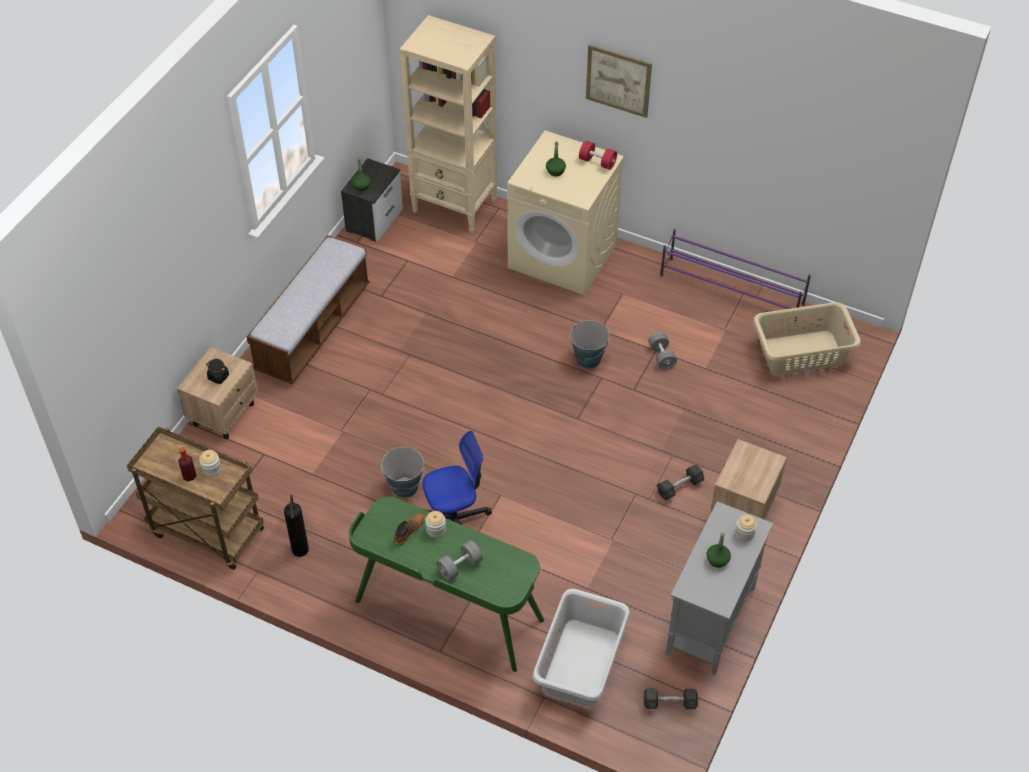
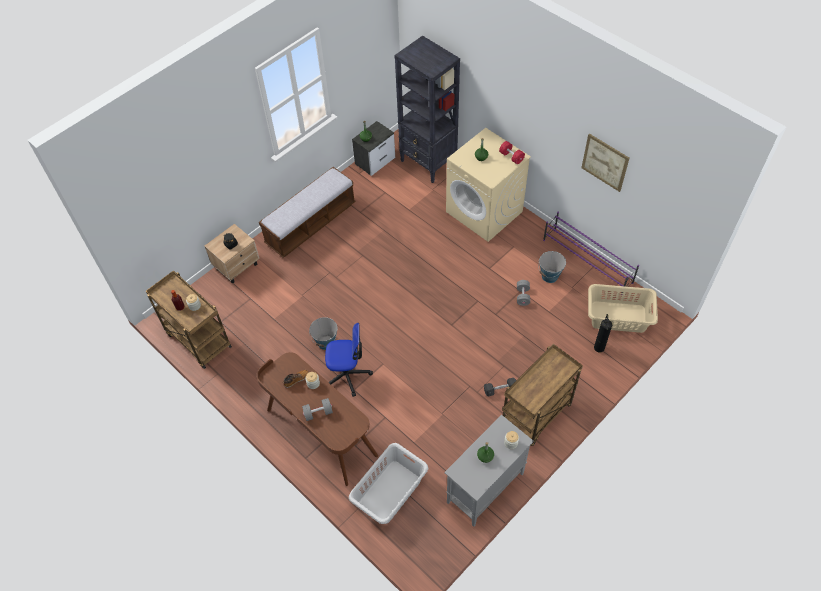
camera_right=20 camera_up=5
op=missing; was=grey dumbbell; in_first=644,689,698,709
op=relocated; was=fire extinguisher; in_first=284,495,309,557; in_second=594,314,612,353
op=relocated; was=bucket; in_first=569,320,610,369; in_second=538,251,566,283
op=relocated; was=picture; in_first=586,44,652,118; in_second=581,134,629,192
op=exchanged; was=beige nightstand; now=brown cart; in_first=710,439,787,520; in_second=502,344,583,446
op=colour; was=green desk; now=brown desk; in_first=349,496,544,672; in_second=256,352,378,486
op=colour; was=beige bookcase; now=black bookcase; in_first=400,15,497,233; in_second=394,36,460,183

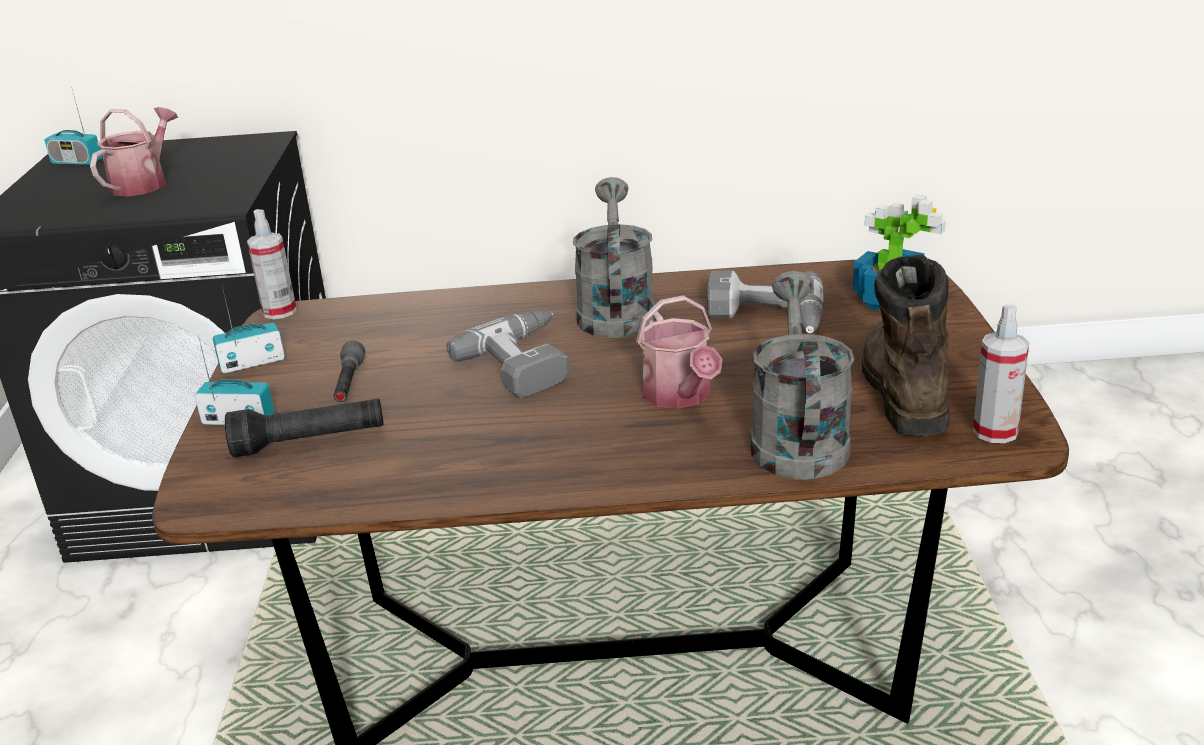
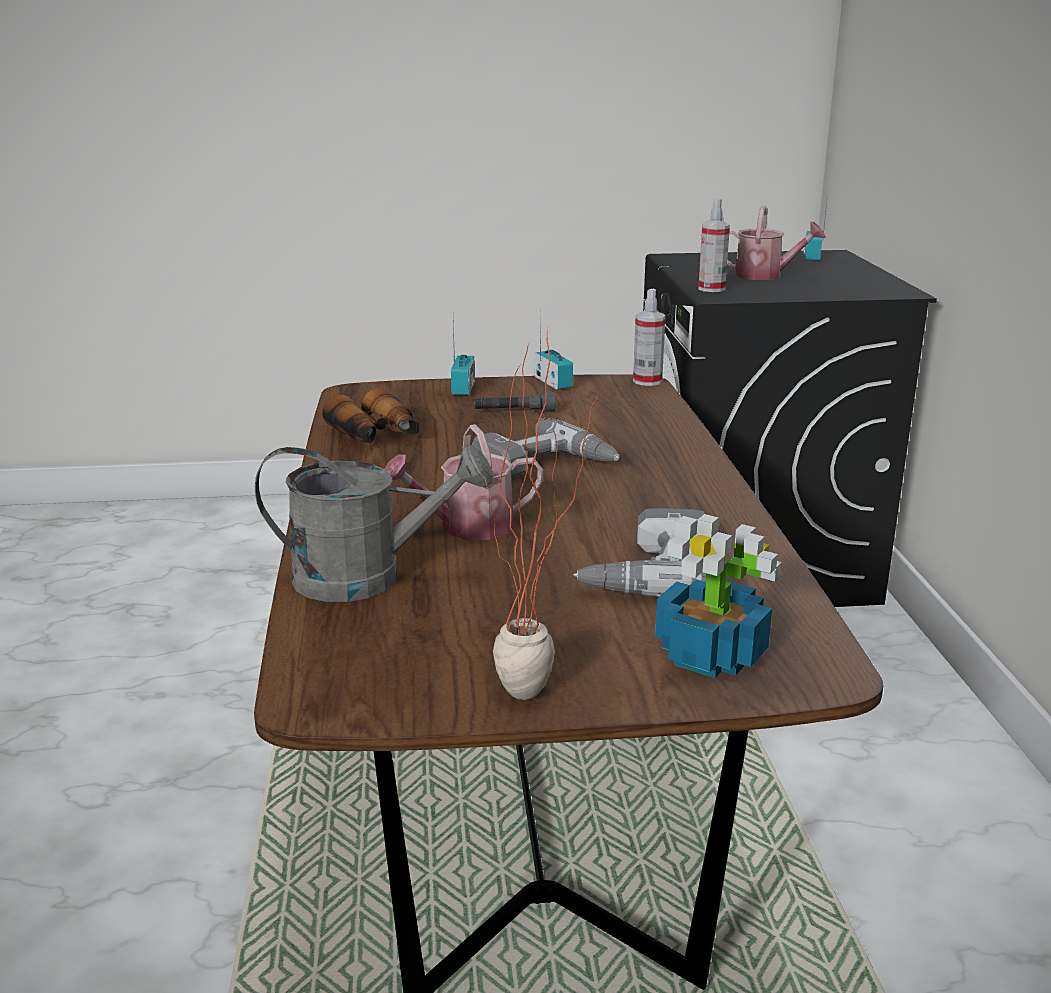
camera_right=85 camera_up=-5
op=missing; was=black flashlight; in_first=225,399,383,457
op=missing; was=grey watering can; in_first=573,177,655,338
op=missing; was=brown boot; in_first=862,255,949,436
op=appeared; now=binoculars; in_second=322,388,419,443
op=appeared; now=potted plant; in_second=485,328,600,700
op=relocated; was=spray bottle; in_first=973,303,1029,443; in_second=698,198,730,292

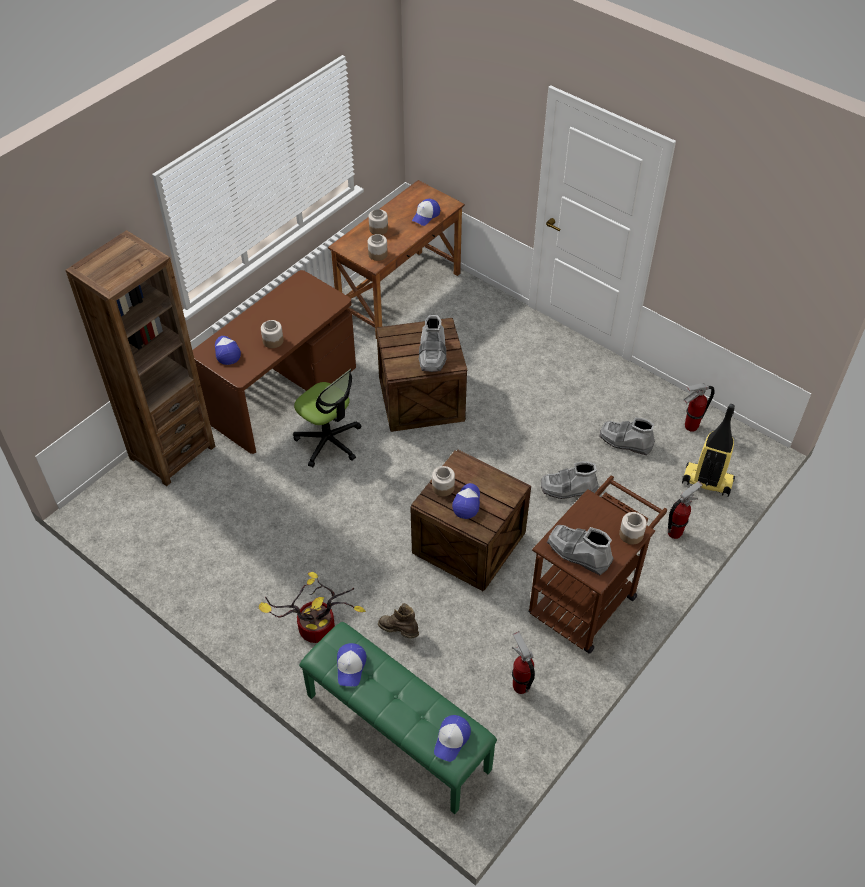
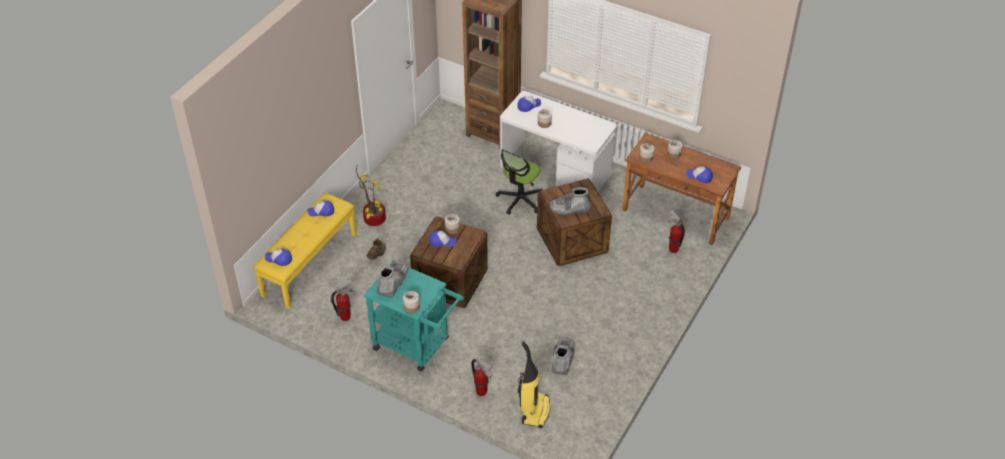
camera_right=80 camera_up=-5
op=missing; was=grey boot; in_first=541,461,598,499
op=relocated; was=fire extinguisher; in_first=684,383,715,432; in_second=668,209,685,253
op=colour; was=brown desk; now=white desk; in_first=192,270,356,454; in_second=500,91,617,192
op=colour; was=green bench; now=yellow bench; in_first=299,622,497,814; in_second=253,194,357,309
op=colour; was=brown cart; now=turquoise cart; in_first=529,475,667,654; in_second=364,261,464,372

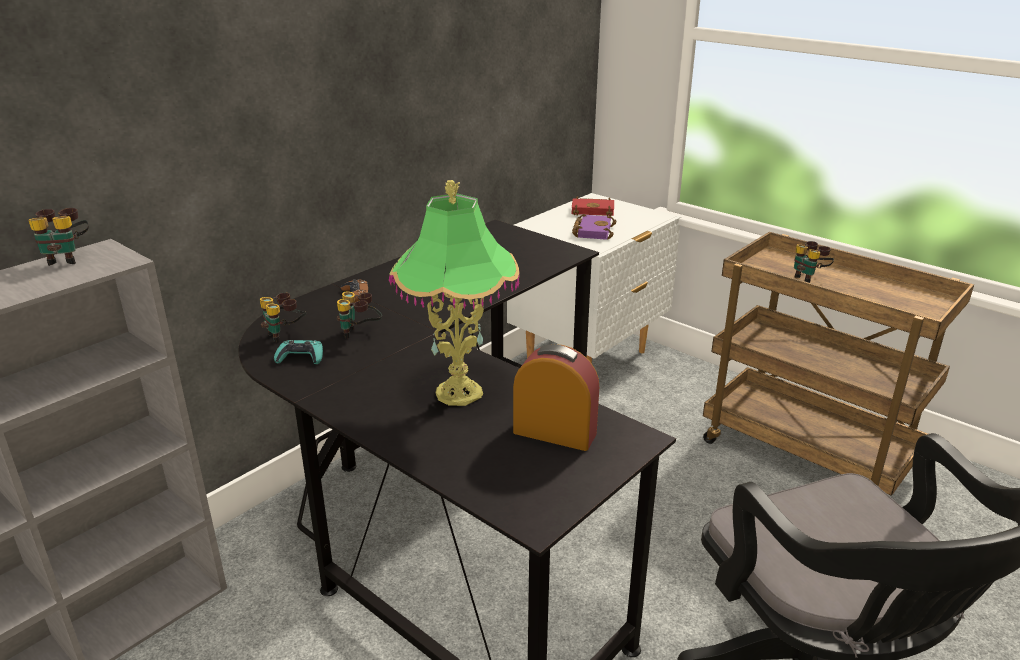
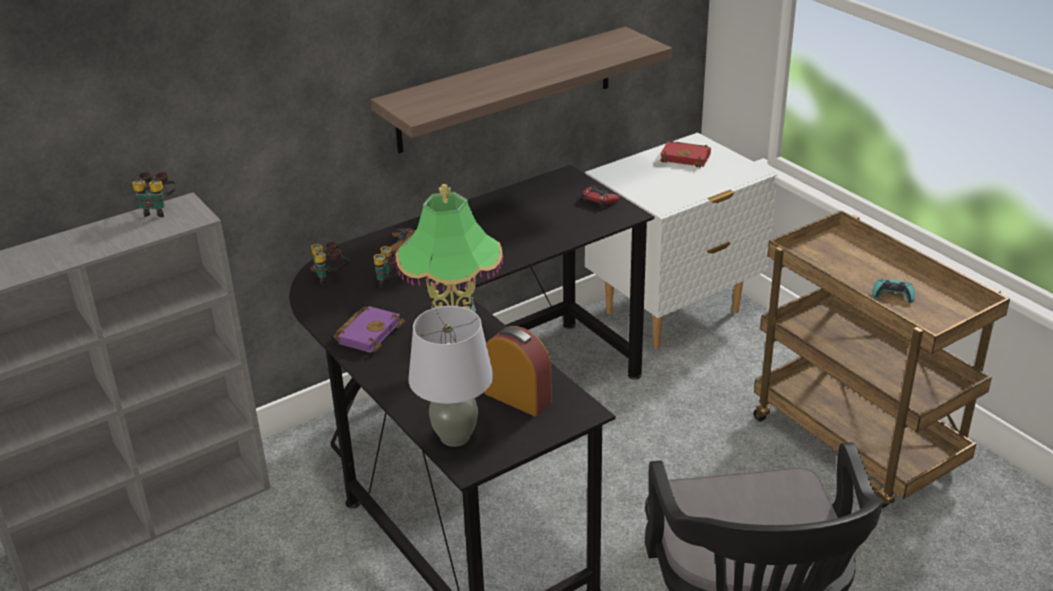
camera_right=15 camera_up=5
op=missing; was=binoculars; in_first=794,241,834,283
op=appeared; now=shelf; in_second=371,27,672,153
op=appeared; now=grey table lamp; in_second=408,306,493,447
op=appeared; now=red game controller; in_second=582,187,620,208
op=relocated; was=turquoise game controller; in_first=274,340,323,364; in_second=872,279,915,303
op=relocated; was=purple book; in_first=572,214,617,240; in_second=333,306,405,353

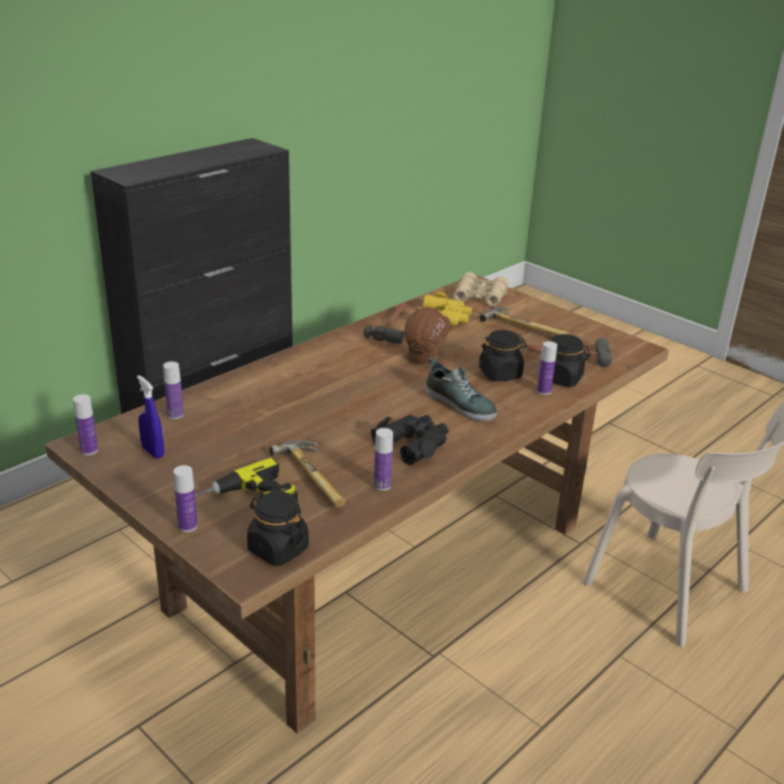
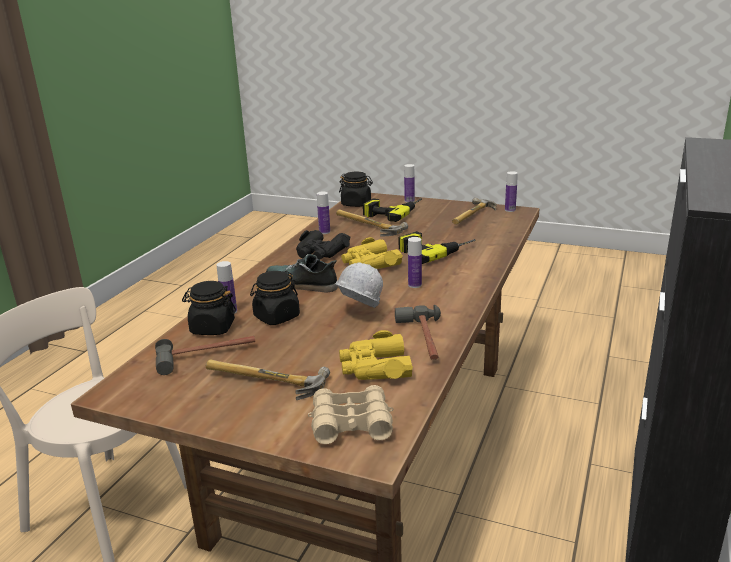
camera_right=160 camera_up=-5
op=appeared; now=yellow binoculars; in_second=341,237,403,269
op=appeared; now=power drill; in_second=398,231,475,264
op=relocated; was=bottle; in_first=163,361,184,419; in_second=408,237,422,288
op=exchanged; was=blue spray bottle; now=hammer; in_first=137,375,164,459; in_second=452,197,497,225
op=colour; was=brown hard hat; now=white hard hat; in_first=404,307,451,364; in_second=334,262,383,308

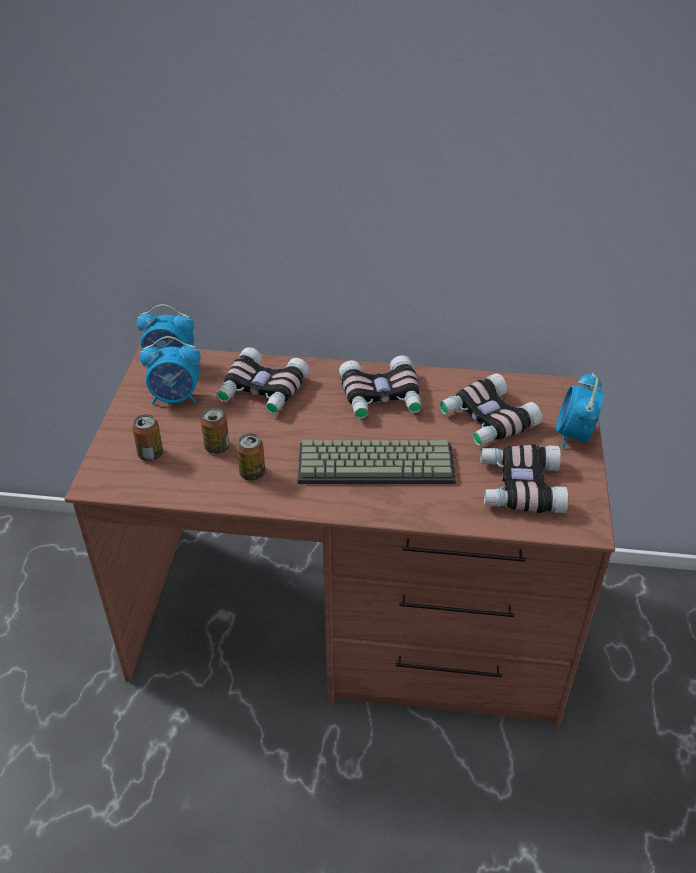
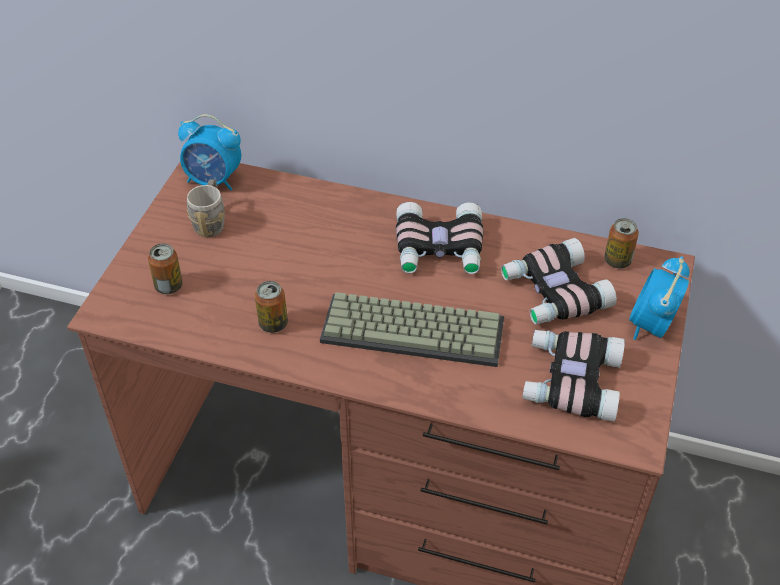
camera_right=10 camera_up=5
op=missing; was=binoculars; in_first=216,347,309,414
op=relocated; was=can; in_first=201,408,230,454; in_second=604,218,639,268
op=exchanged; was=alarm clock; now=grey mug; in_first=140,336,201,405; in_second=186,179,225,237

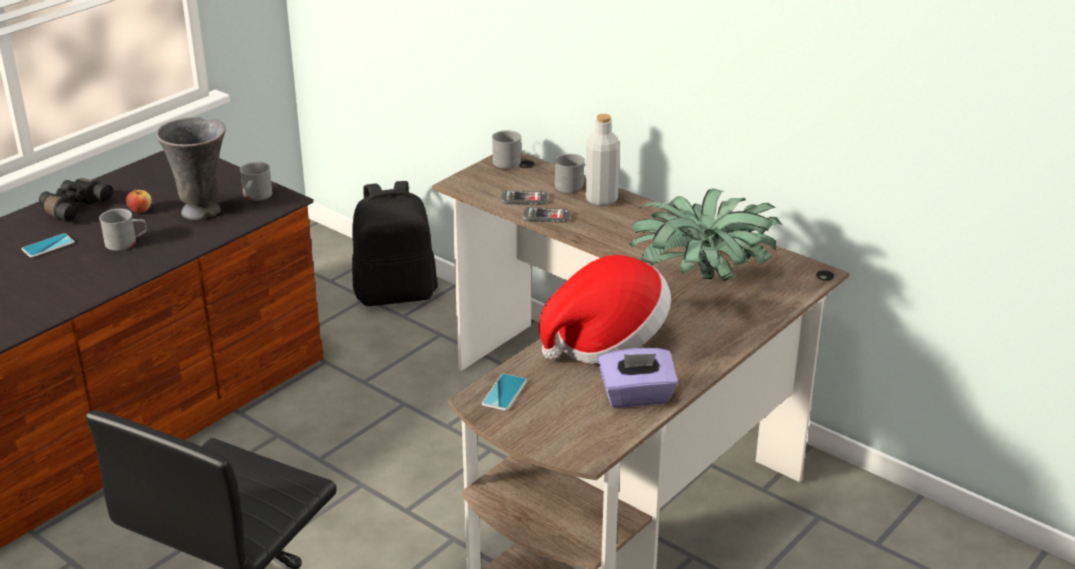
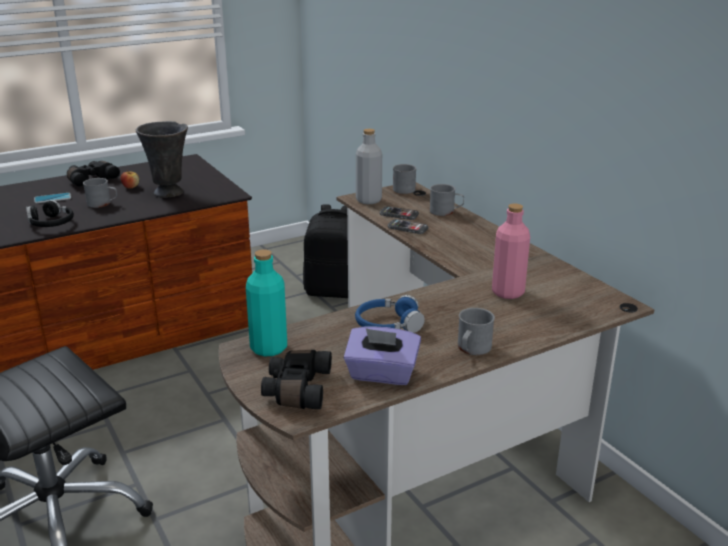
camera_right=20 camera_up=-5
op=appeared; now=black headphones; in_second=26,200,74,227
op=appeared; now=black binoculars; in_second=261,350,332,409
op=relocated; was=grey mug; in_first=240,162,272,201; in_second=458,308,495,355
op=relocated; was=grey bottle; in_first=585,114,620,206; in_second=356,129,382,204
op=exchanged; was=phone; now=turquoise bottle; in_first=482,374,527,411; in_second=246,249,287,356
op=exchanged; was=hat; now=blue headphones; in_first=539,255,671,364; in_second=355,295,425,333
op=exchanged; was=potted plant; now=pink bottle; in_first=629,188,782,281; in_second=492,204,530,299

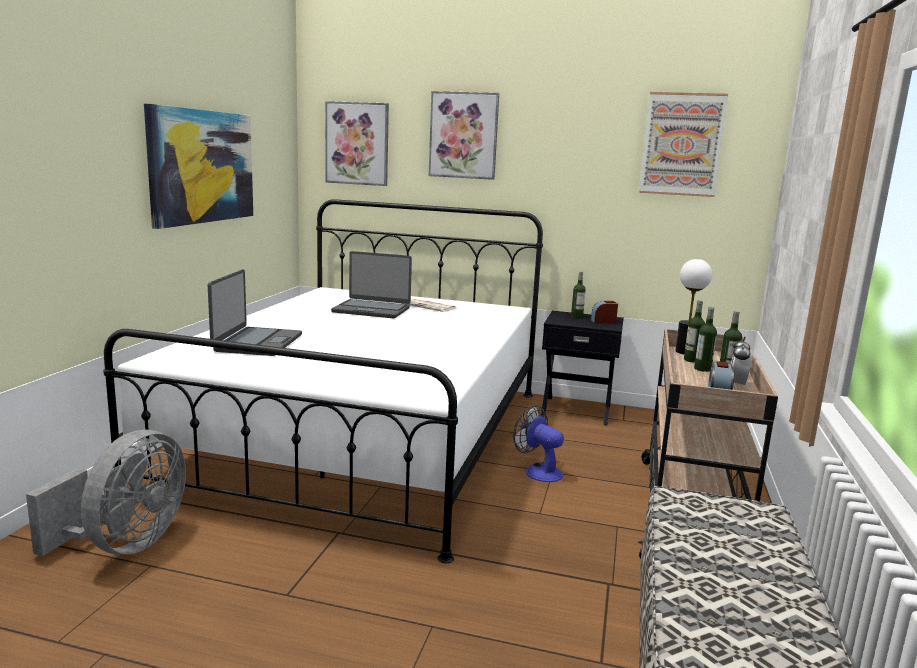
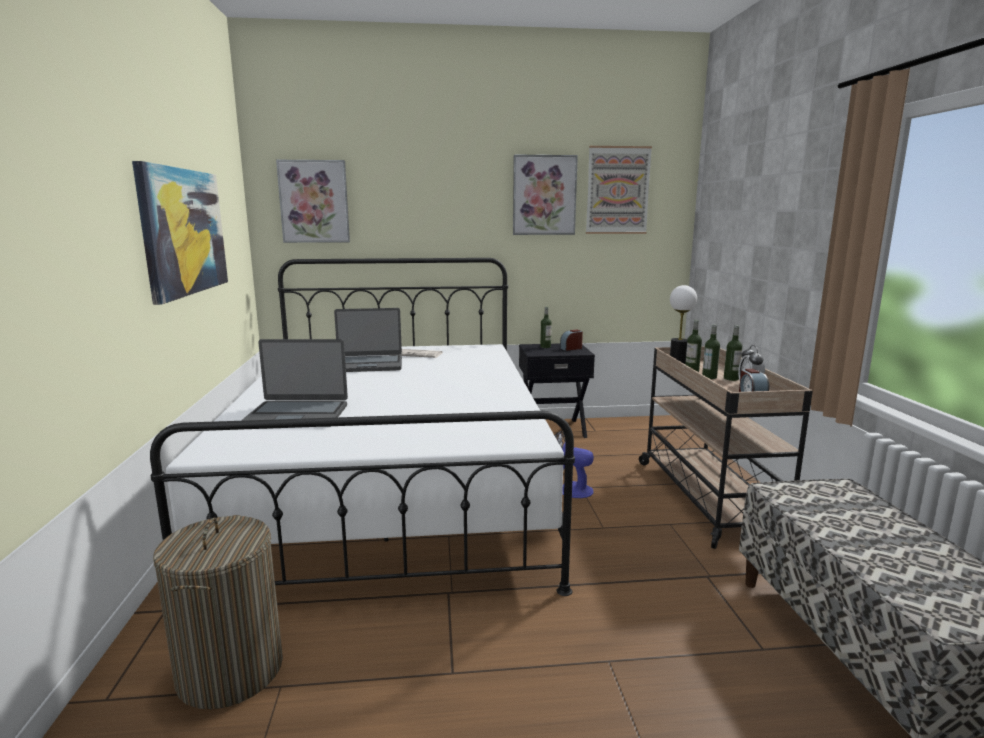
camera_right=-20 camera_up=0
op=relocated; was=picture; in_first=429,91,499,180; in_second=513,155,578,235
op=exchanged; was=grey fan; now=laundry basket; in_first=26,430,186,556; in_second=153,515,283,709
op=spun; was=laptop; in_first=208,269,302,356; in_second=241,339,348,427; clockwise=105

